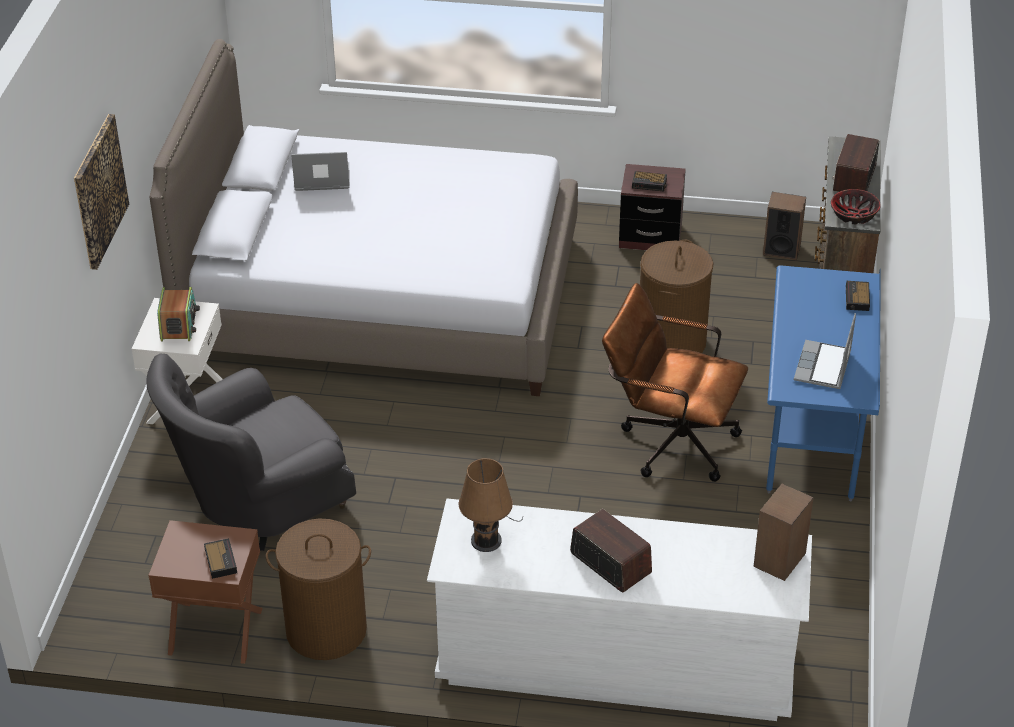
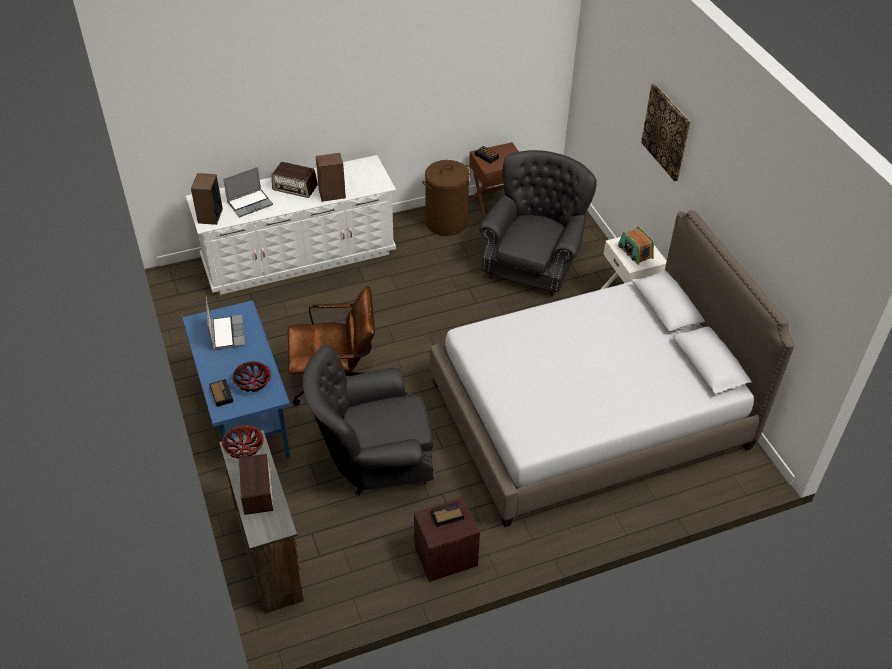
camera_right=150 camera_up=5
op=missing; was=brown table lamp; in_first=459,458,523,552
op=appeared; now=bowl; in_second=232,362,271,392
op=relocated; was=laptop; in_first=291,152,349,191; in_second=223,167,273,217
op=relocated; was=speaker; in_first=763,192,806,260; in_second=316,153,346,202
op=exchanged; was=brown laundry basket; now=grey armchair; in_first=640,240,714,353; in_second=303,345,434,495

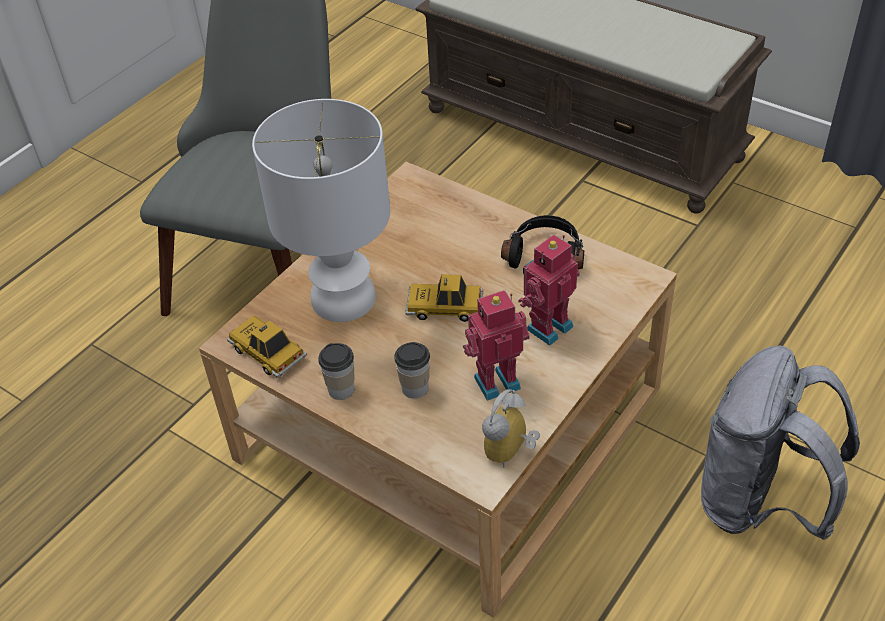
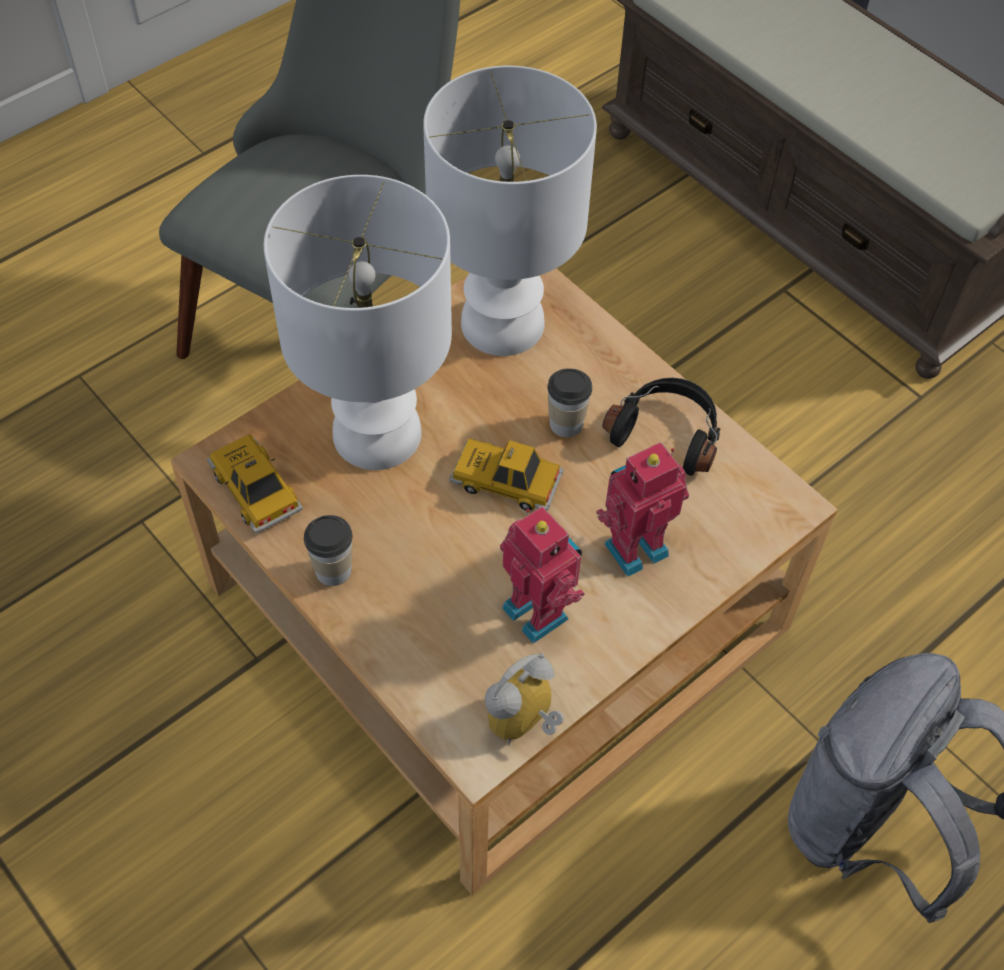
camera_right=10 camera_up=10
op=appeared; now=white table lamp; in_second=423,66,597,356
op=relocated; was=cup; in_first=394,342,430,399; in_second=548,368,592,437
op=spun; was=toy robot; in_first=463,290,529,401; in_second=500,506,585,644; clockwise=60

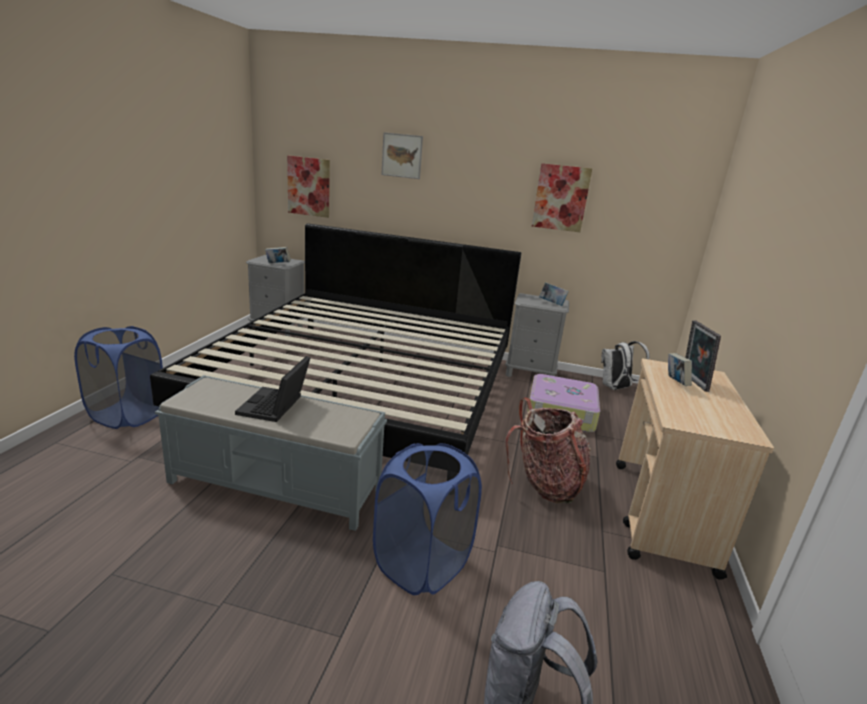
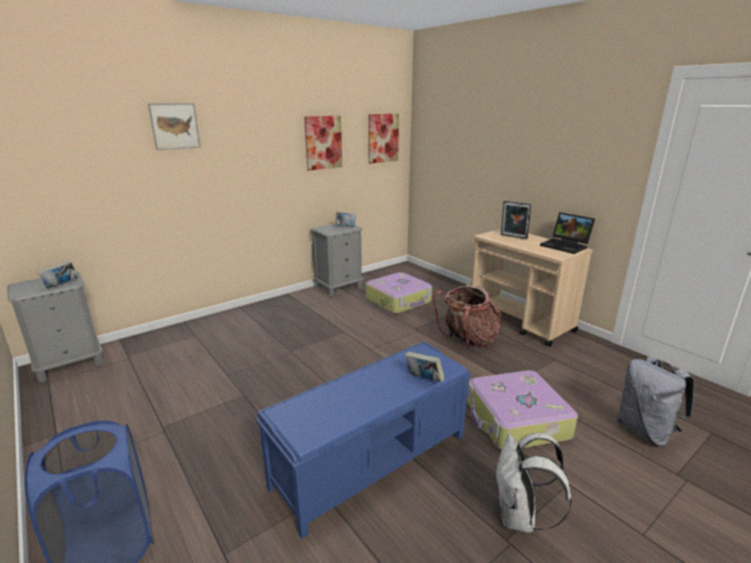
camera_right=-50 camera_up=0
op=missing; was=bed; in_first=150,223,521,458
op=relocated; was=laptop; in_first=235,356,310,422; in_second=540,212,595,254
op=relocated; was=picture; in_first=287,156,330,218; in_second=368,114,399,164
op=relocated; was=white backpack; in_first=601,341,649,390; in_second=495,433,572,533
op=relocated; was=book; in_first=668,353,692,386; in_second=404,351,445,383
op=exchanged; was=blue laundry basket; now=suitcase; in_first=373,443,482,595; in_second=467,370,578,450
op=colour; was=grey bench; now=blue bench; in_first=155,375,387,531; in_second=256,342,471,539

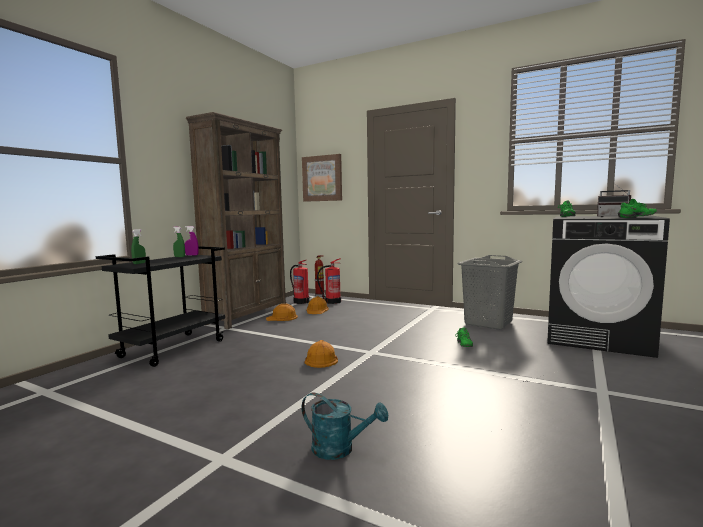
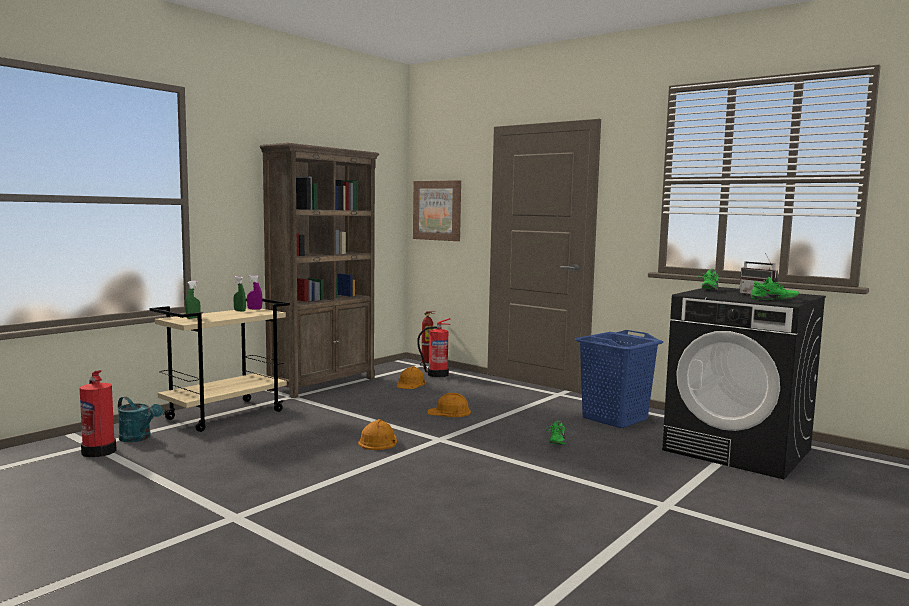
camera_right=10 camera_up=0
op=relocated; was=orange hard hat; in_first=266,304,298,321; in_second=427,393,471,417
op=relocated; was=fire extinguisher; in_first=290,260,310,304; in_second=80,370,116,457
op=relocated; was=turquoise watering can; in_first=301,392,388,460; in_second=118,396,163,442
op=colour; was=black cart; now=beige cart; in_first=96,246,225,367; in_second=149,298,290,432
op=colour; was=grey laundry basket; now=blue laundry basket; in_first=457,255,522,330; in_second=574,330,663,428

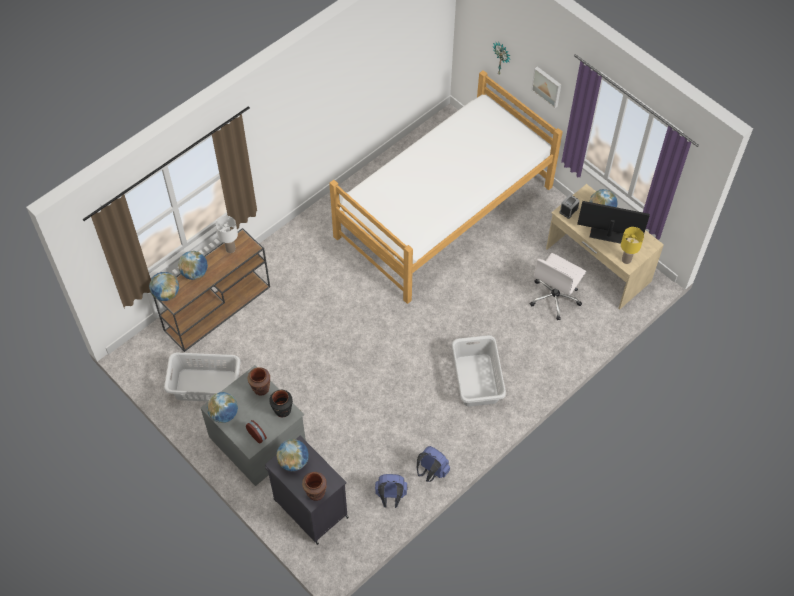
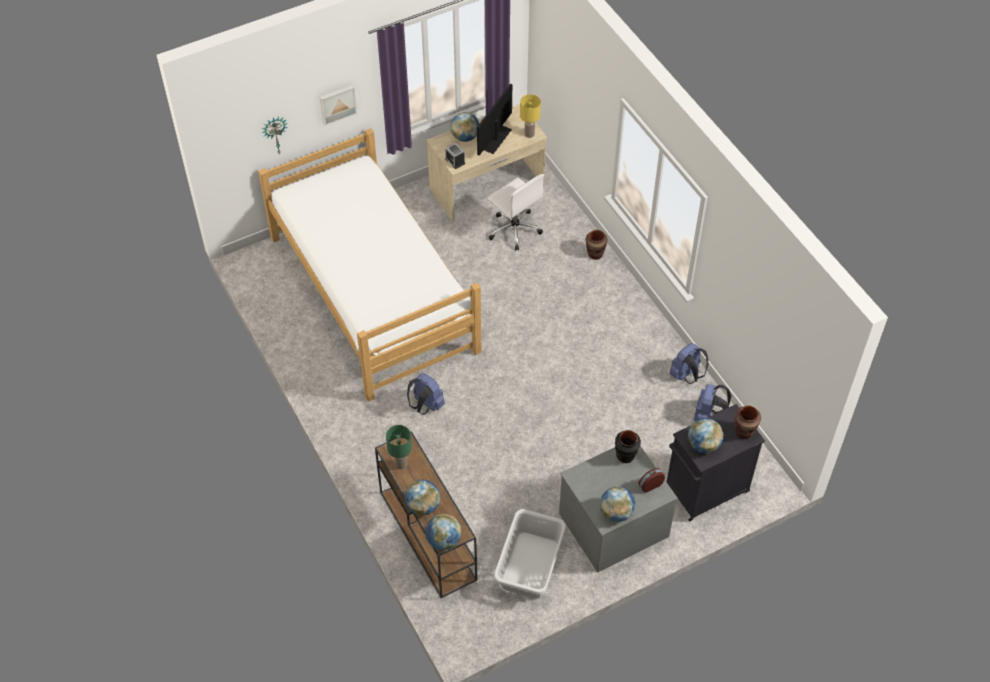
camera_right=-75 camera_up=-5
op=missing; was=grey laundry basket; in_first=452,335,506,407
op=appeared; now=blue backpack; in_second=407,373,445,414
op=relocated; was=brown vase; in_first=248,367,270,396; in_second=586,230,608,260
op=colour; was=white table lamp; now=green table lamp; in_first=215,216,238,253; in_second=386,425,412,470

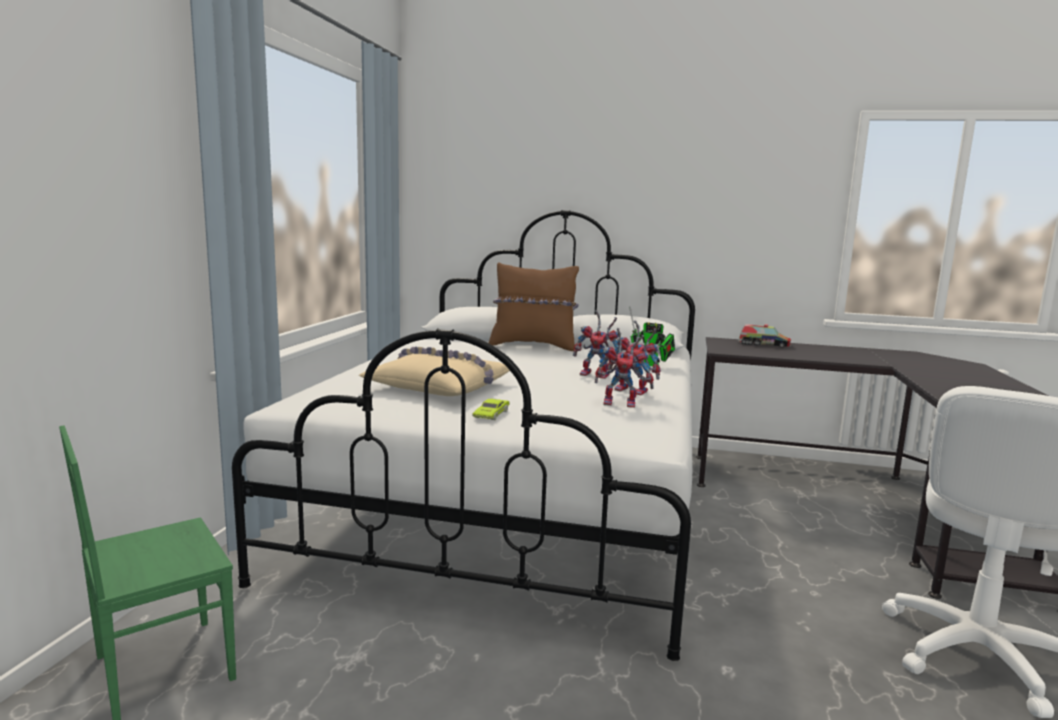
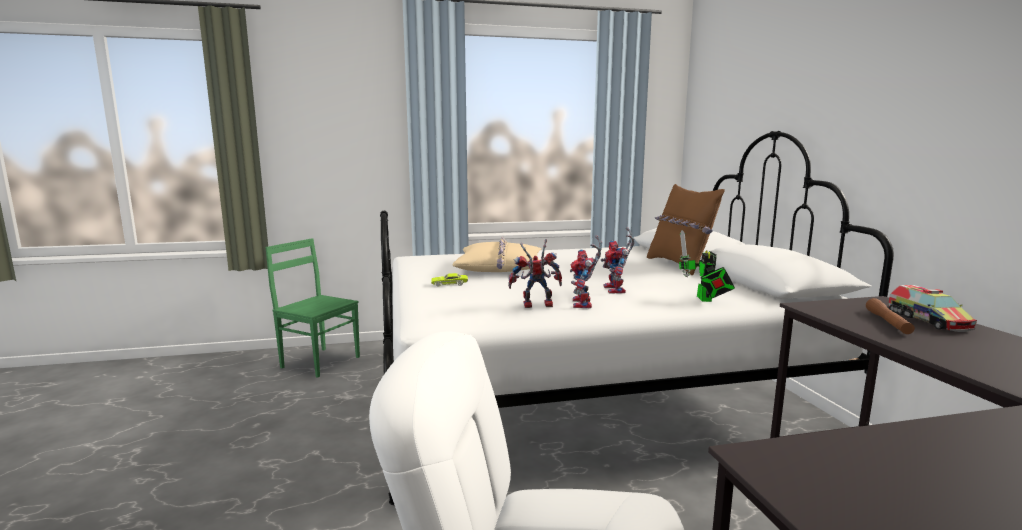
camera_right=65 camera_up=0
op=appeared; now=brown flashlight; in_second=866,298,915,334
op=spun; was=toy robot; in_first=595,328,654,408; in_second=508,239,562,308; clockwise=105

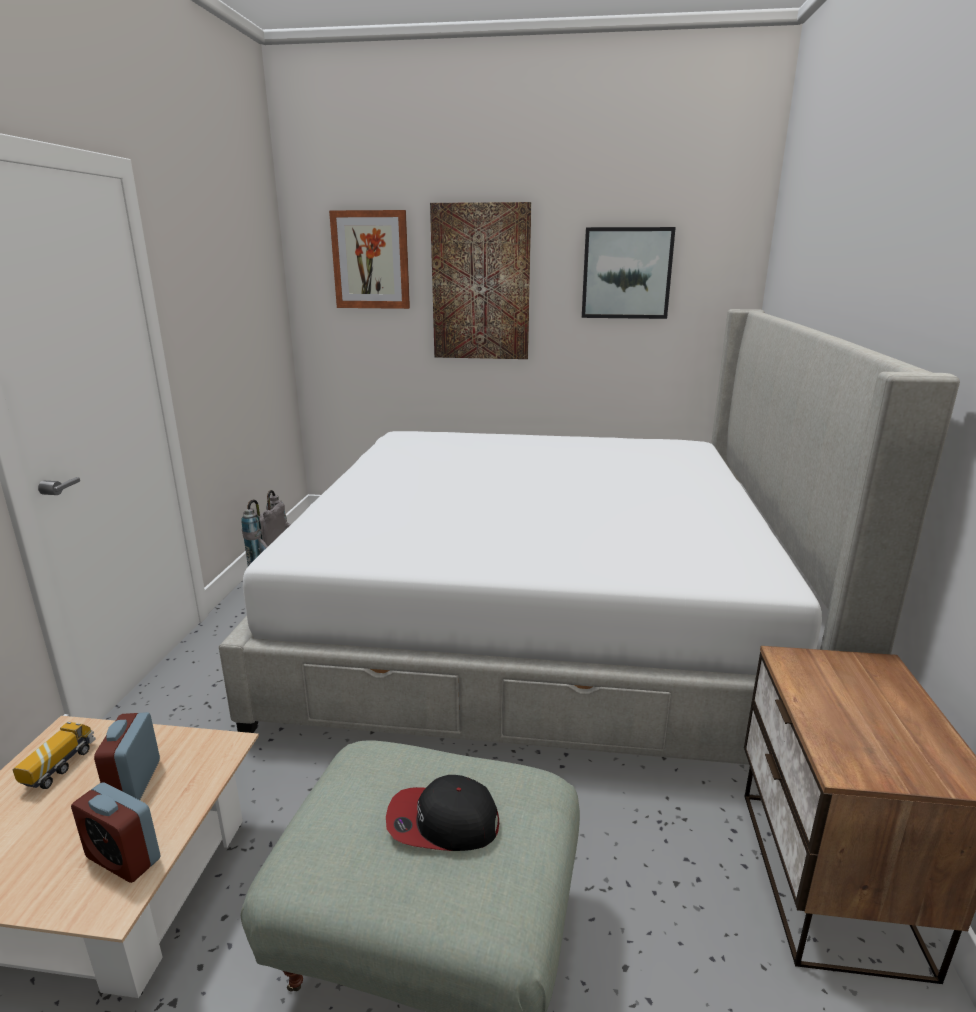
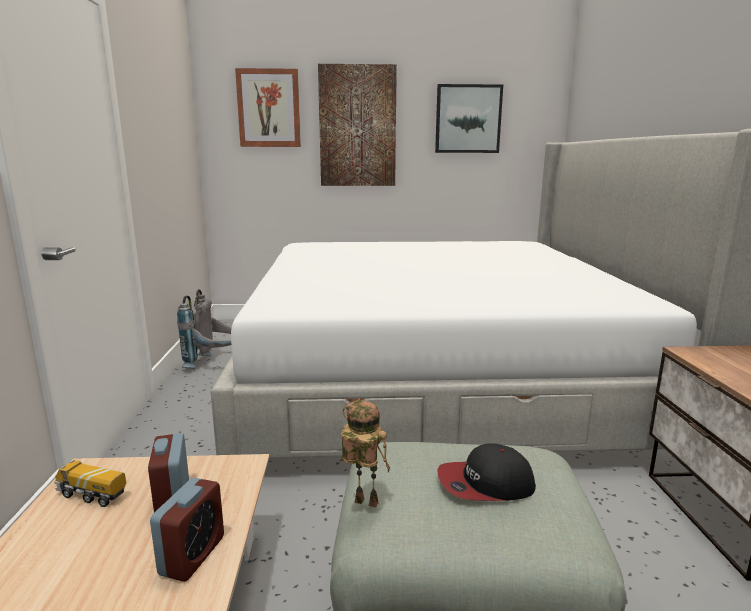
camera_right=-10 camera_up=-5
op=appeared; now=toy robot; in_second=341,400,390,508
op=spun; was=toy truck; in_first=13,722,96,789; in_second=54,460,126,507; clockwise=-75
op=spun; was=alarm clock; in_first=71,783,161,883; in_second=150,478,224,582; clockwise=-90

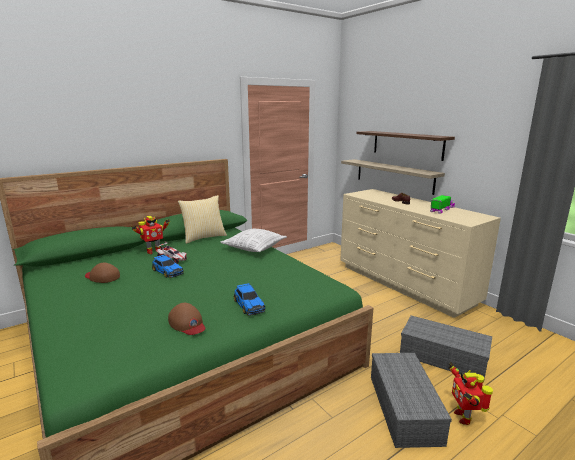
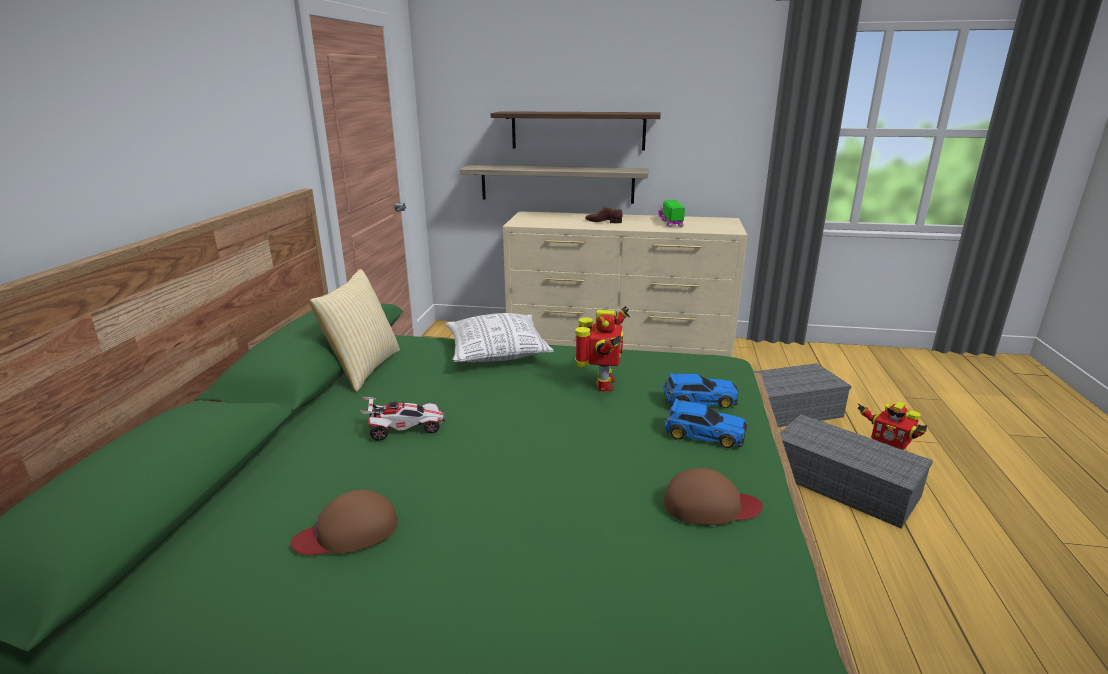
camera_right=-45 camera_up=5
op=relocated; was=toy robot; in_first=131,216,170,254; in_second=575,306,630,391
op=relocated; was=toy car; in_first=152,255,184,278; in_second=663,373,738,408

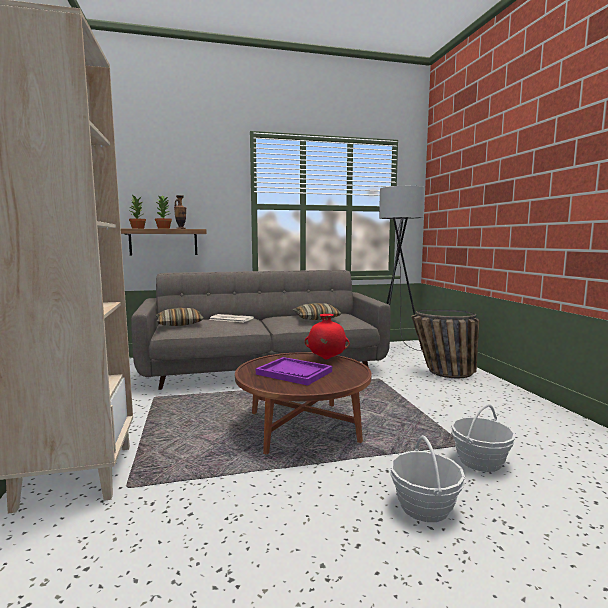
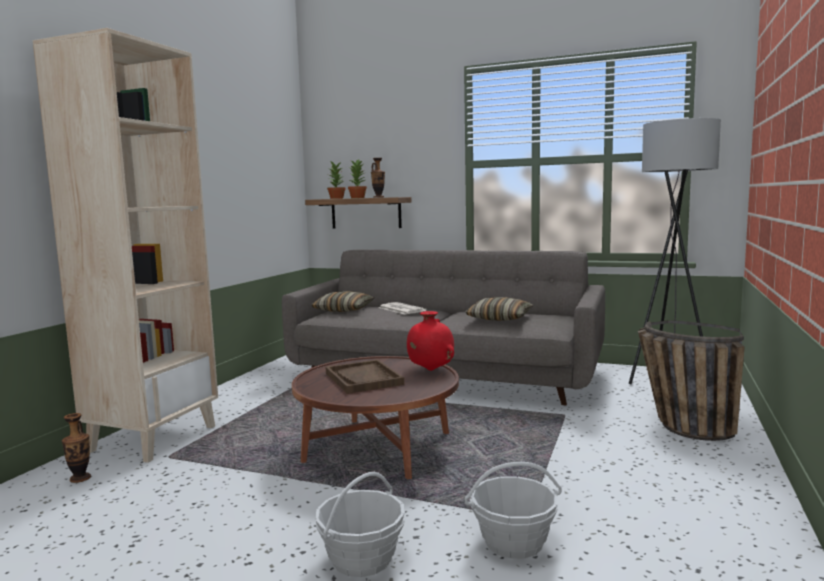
camera_right=35 camera_up=0
op=appeared; now=vase; in_second=62,413,91,483
op=colour; was=purple tray; now=brown tray; in_first=256,357,332,386; in_second=326,360,404,394

